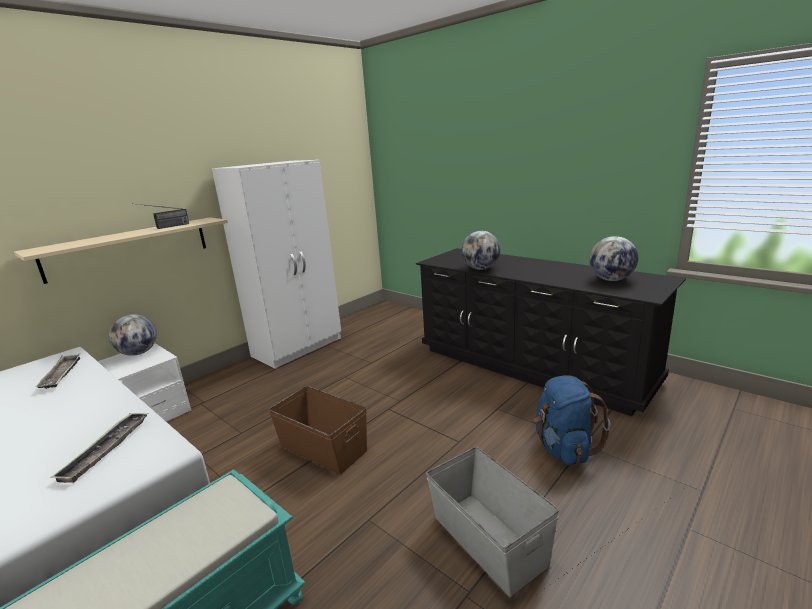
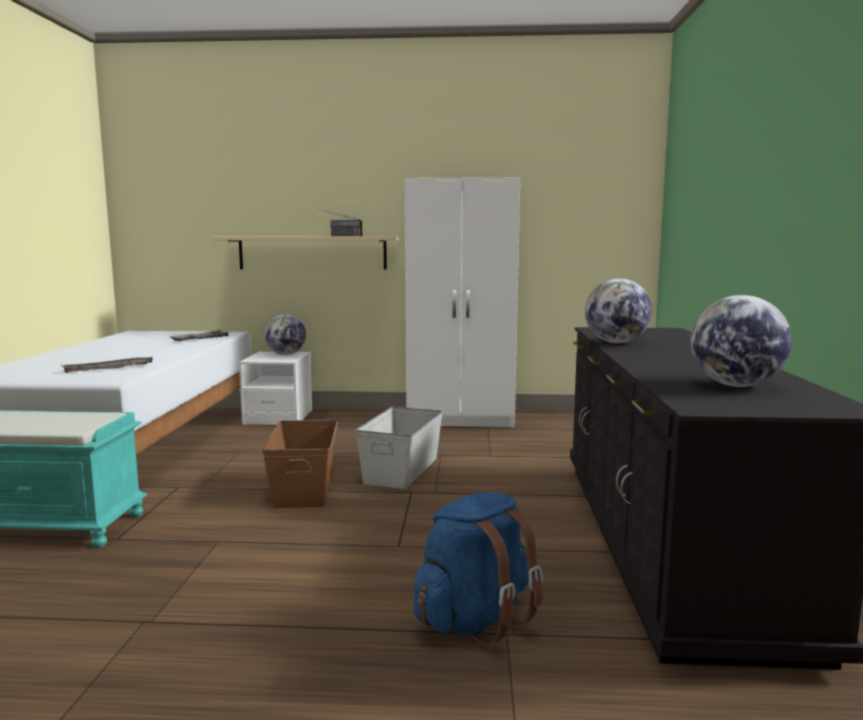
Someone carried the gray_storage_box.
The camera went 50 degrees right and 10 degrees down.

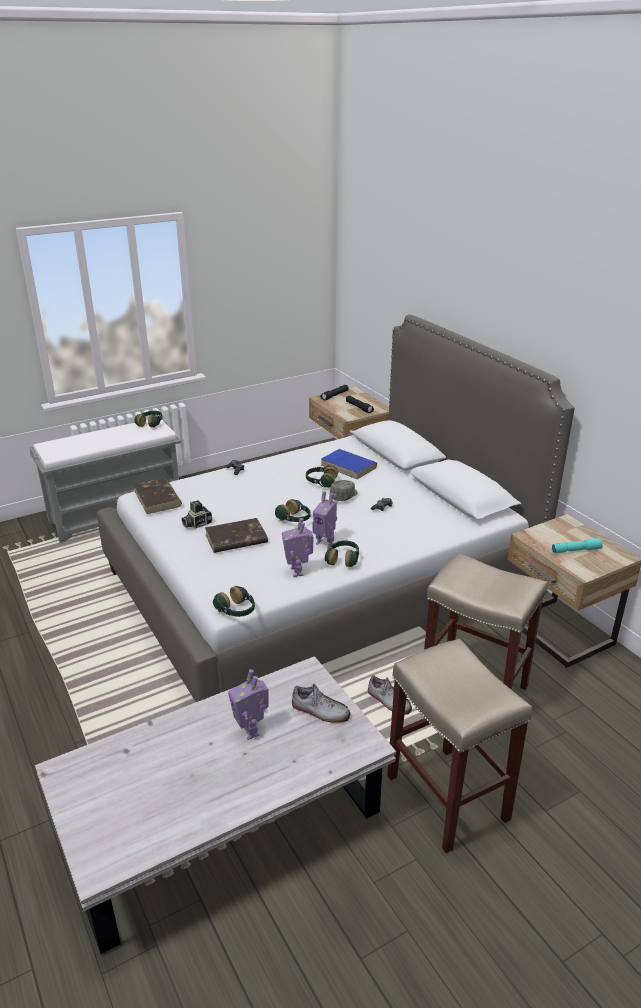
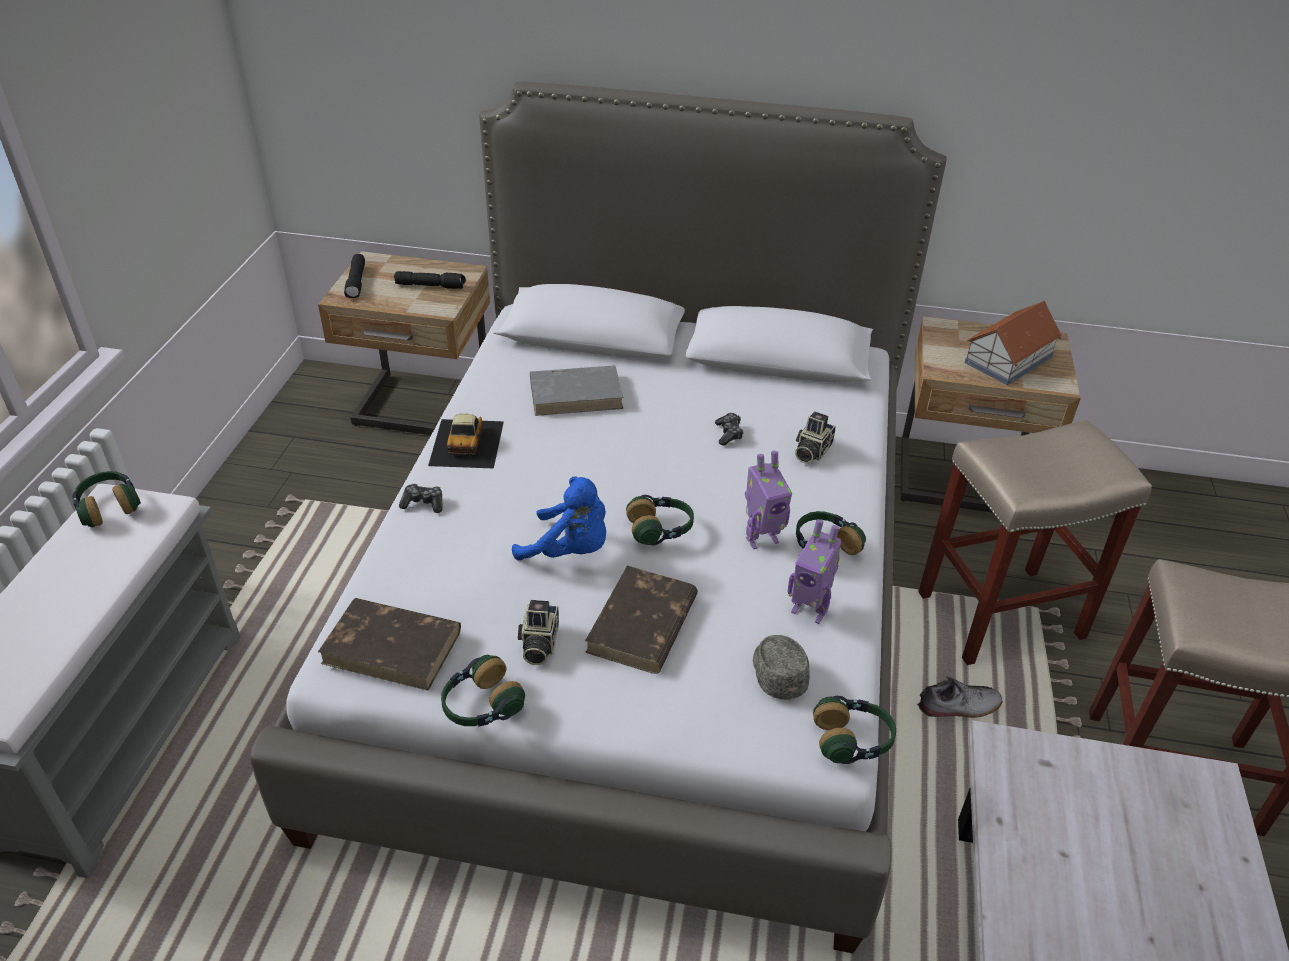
Someone repainted the blue-coloured_volume, which became the gray_volume.
Someone carried the headset (4th from left in the first image).
Someone carried the gray_peaked_cap.
Someone swapped the turquoise-coloured_flashlight for the toy_house.
Someone took away the robot_figure (1st from left).
Someone took away the shoe (1st from left).
Someone put down the photo_camera (2nd from left).
Someone put down the model_car.
Someone put down the blue-coloured_plush_toy.
The camera went 50 degrees left and 10 degrees up.

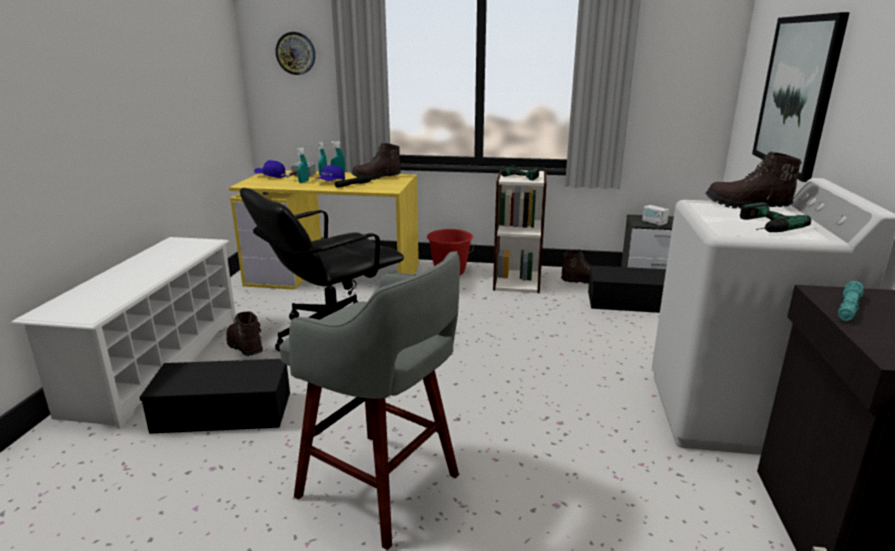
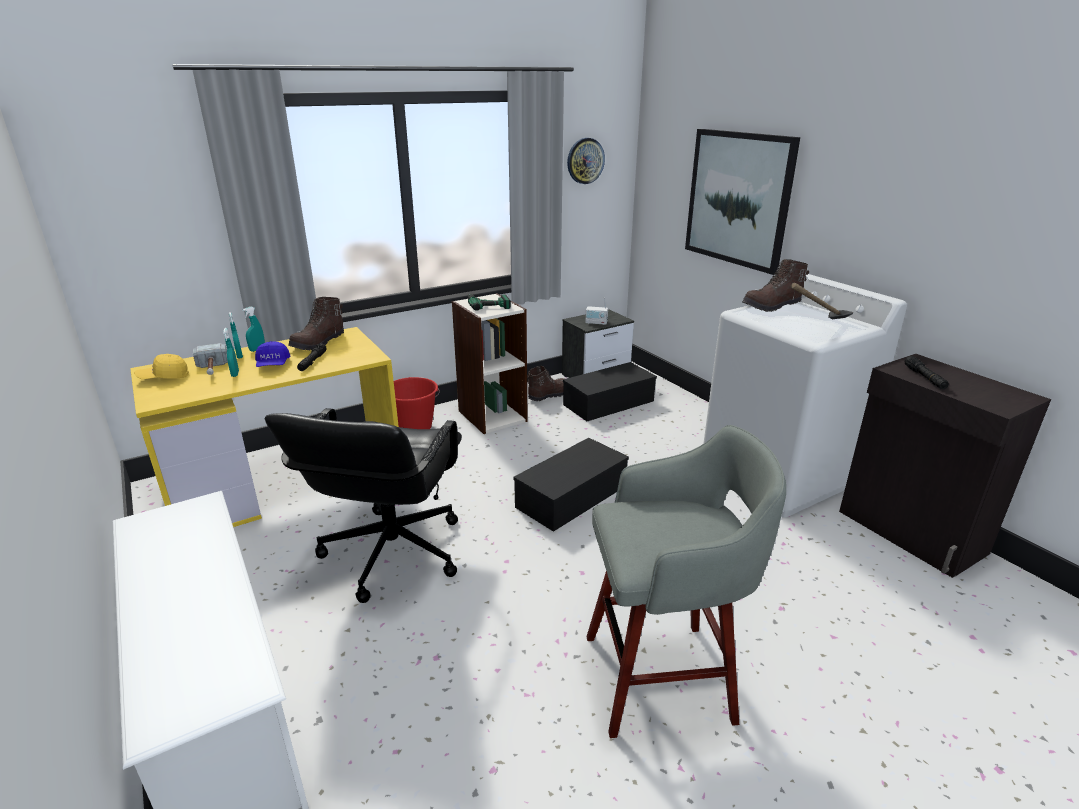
Someone carried the clock_on_the_wall.
Someone repainted the blue-coloured_peaked_cap (1st from left), which became the yellow_peaked_cap.
Someone swapped the power_drill (2nd from left) for the hand_hammer (2nd from left).
Someone repainted the turquoise-coloured_flashlight, which became the black-coloured_flashlight (2nd from left).
Someone took away the brown_high-top_boot (1st from left).
Someone carried the black-coloured_storage_box (1st from left).
The camera went 40 degrees left and 5 degrees up.

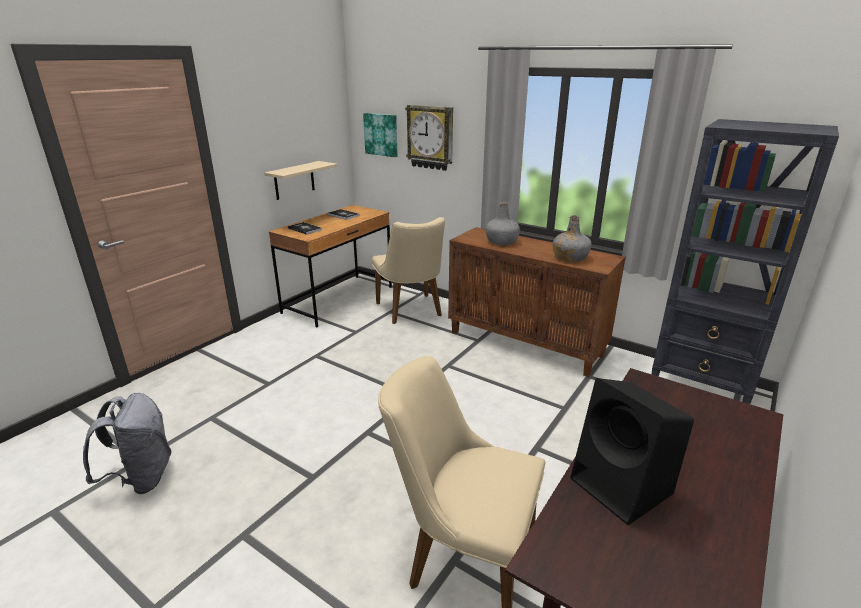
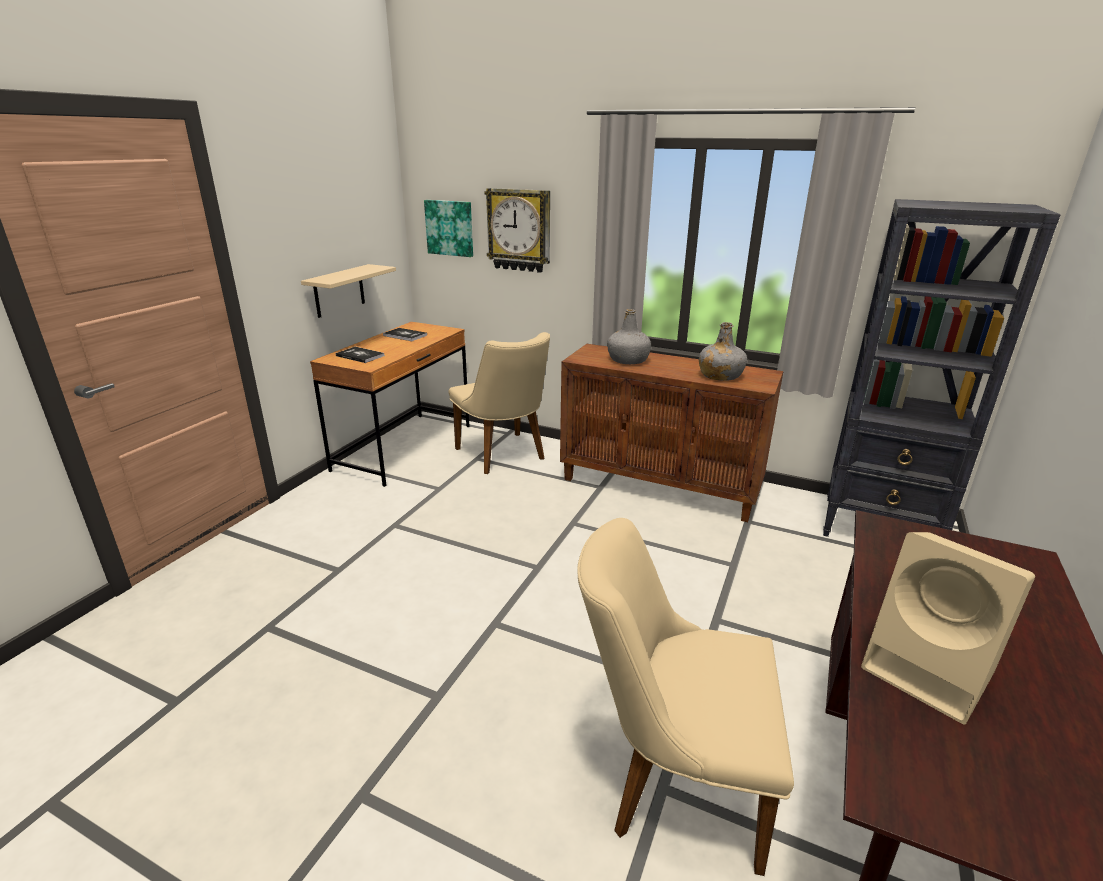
Someone repainted the black-coloured_loudspeaker, which became the beige_loudspeaker.
Someone took away the gray_backpack.
The camera went 10 degrees left and 0 degrees up.

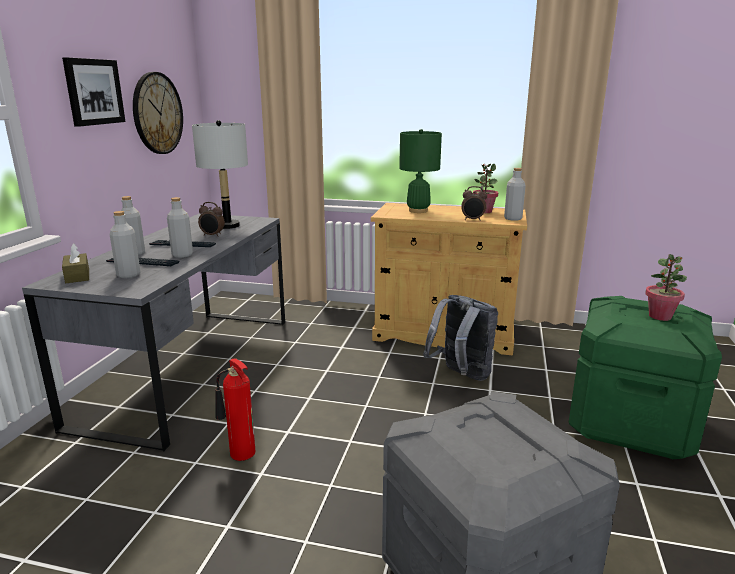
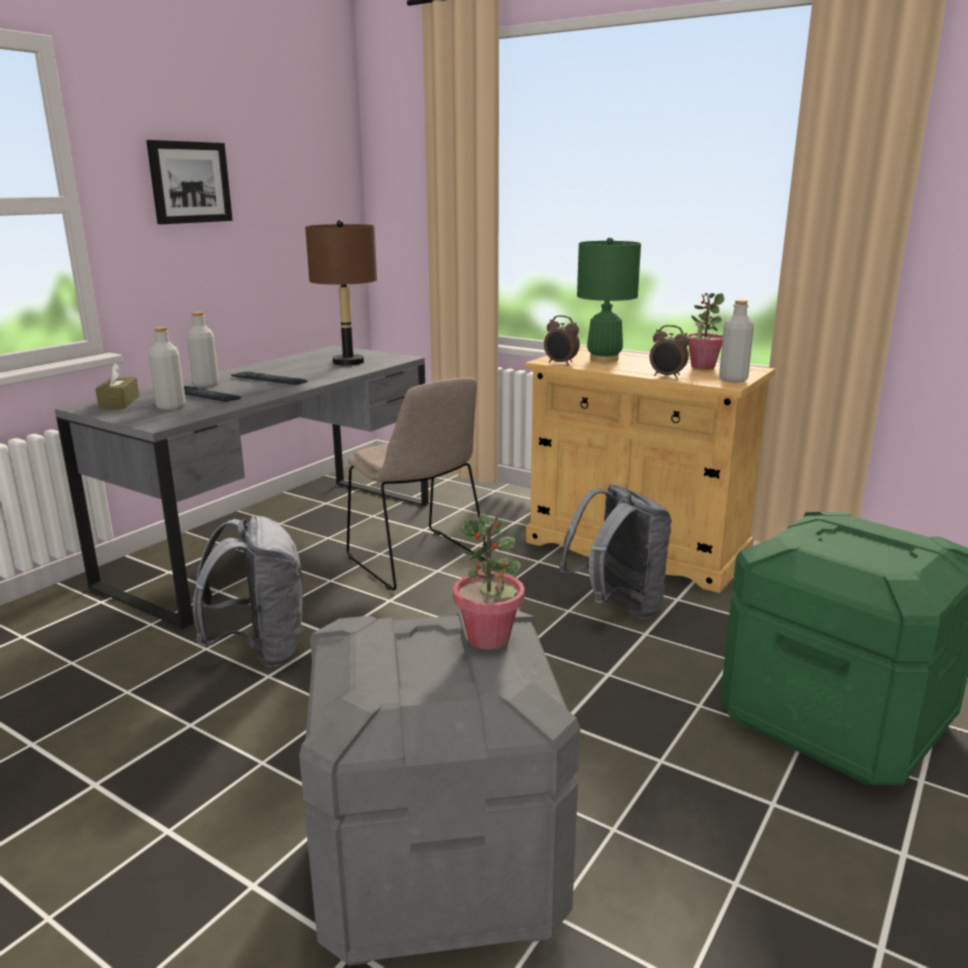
Someone took away the clock_on_the_wall.
Someone repainted the gray_table_lamp, which became the brown_table_lamp.
Someone took away the gray_beverage_bottle (3rd from left).
Someone carried the table_clock (1st from left).
Someone carried the plant_in_a_pot (2nd from left in the first image).
Someone swapped the fire_extinguisher for the gray_backpack (1st from left).
Someone put down the beige_chair.
The camera went 20 degrees right and 0 degrees up.

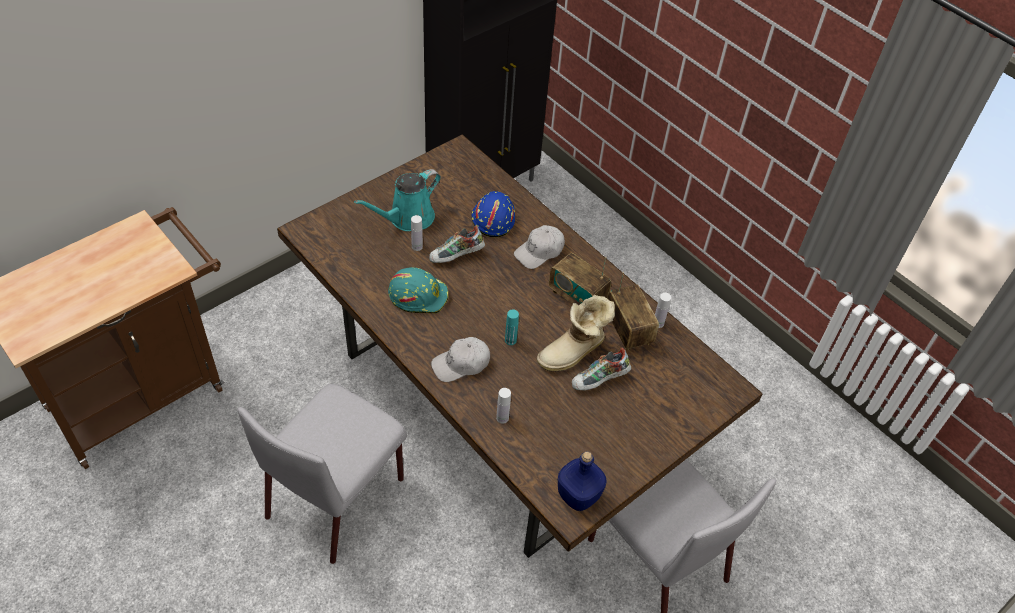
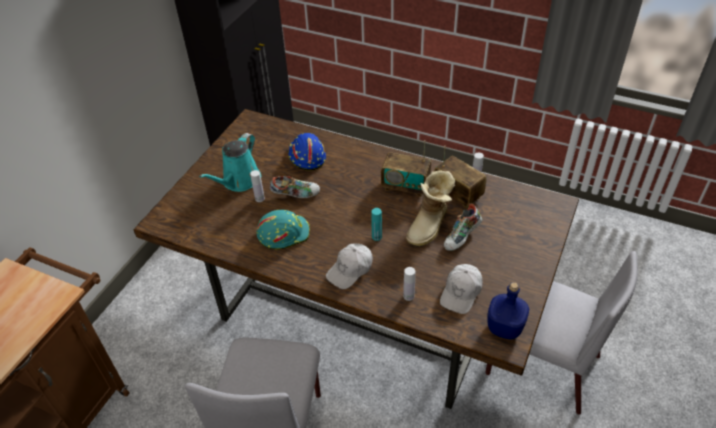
Someone carried the white-coloured_peaked_cap (2nd from left).
Someone rotated the shoe (1st from left) by 135 degrees counterclockwise.
The camera went 20 degrees left and 5 degrees down.

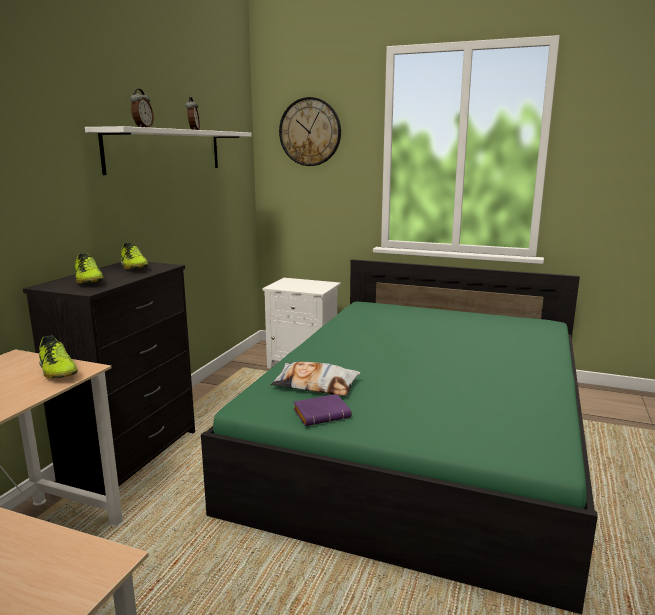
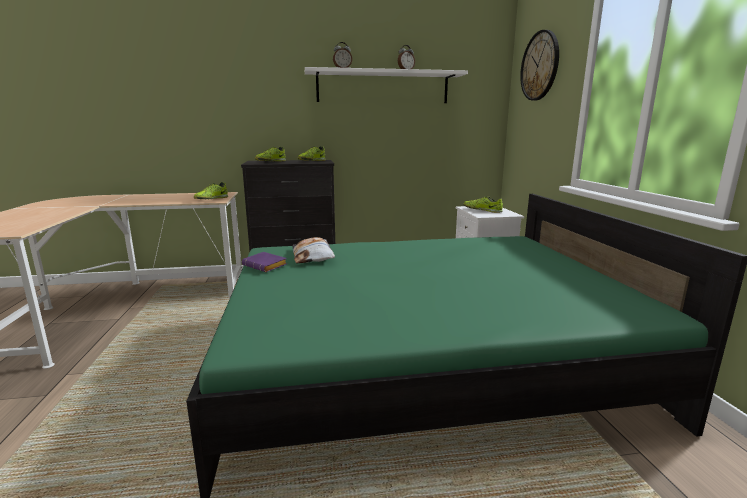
Someone put down the shoe (4th from left).
The camera went 60 degrees right and 0 degrees up.

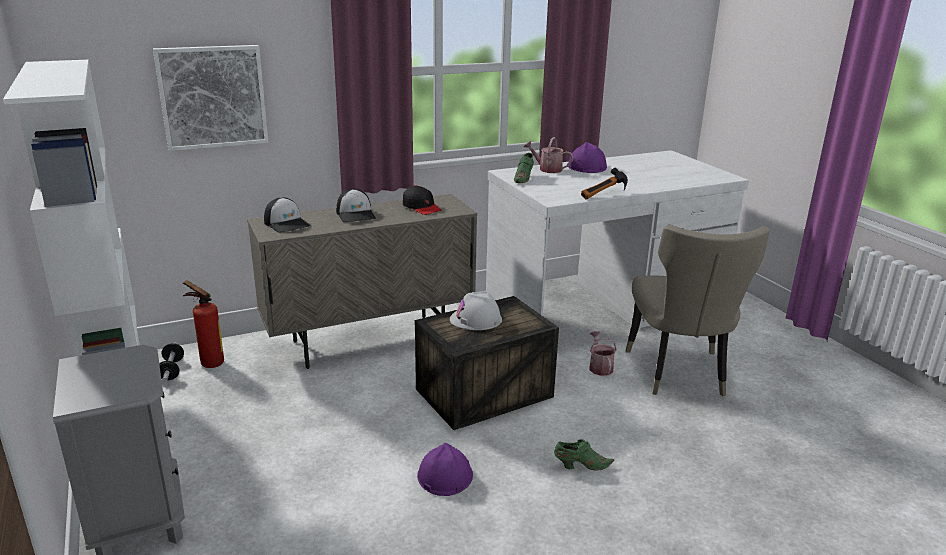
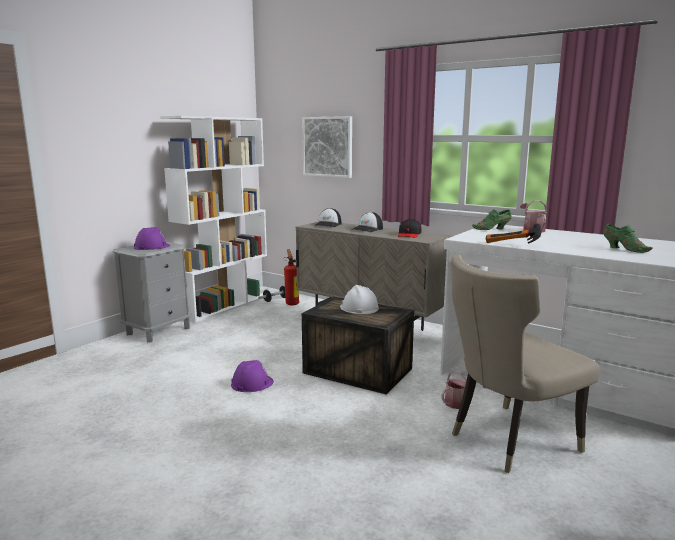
Someone carried the purplish_hard_hat (2nd from left in the first image).
Someone carried the green_shoe (2nd from left).
The camera went 60 degrees right and 10 degrees down.

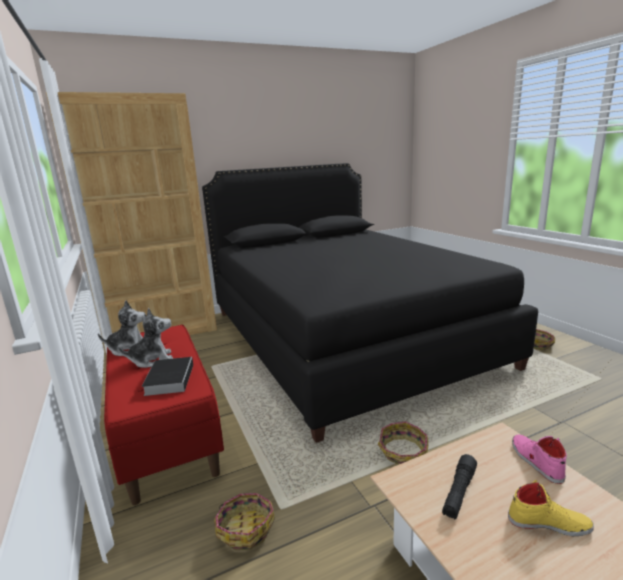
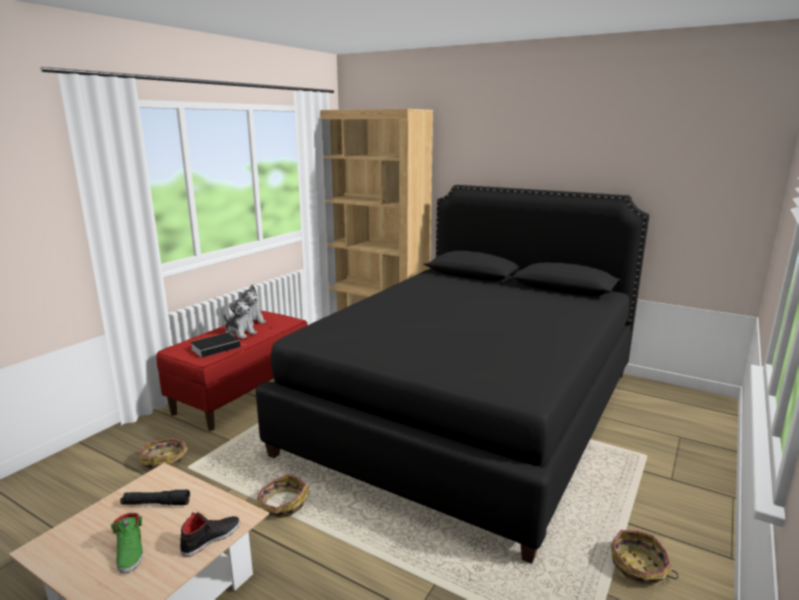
Someone repainted the pink_shoe, which became the black-coloured_shoe.
Someone repainted the yellow_shoe, which became the green_shoe.
The camera went 55 degrees right and 0 degrees up.

